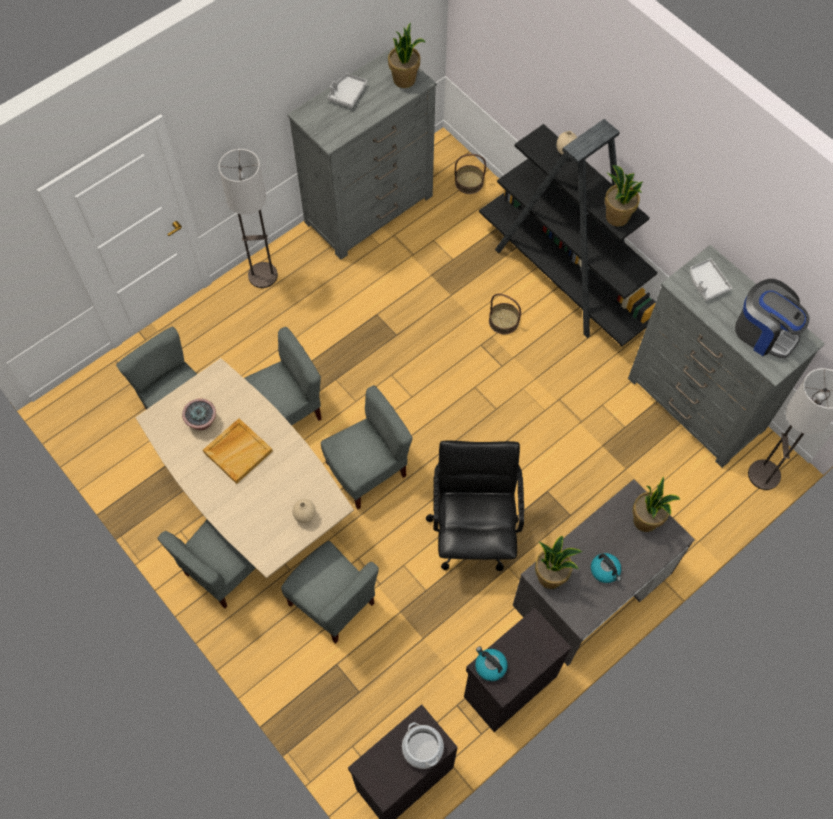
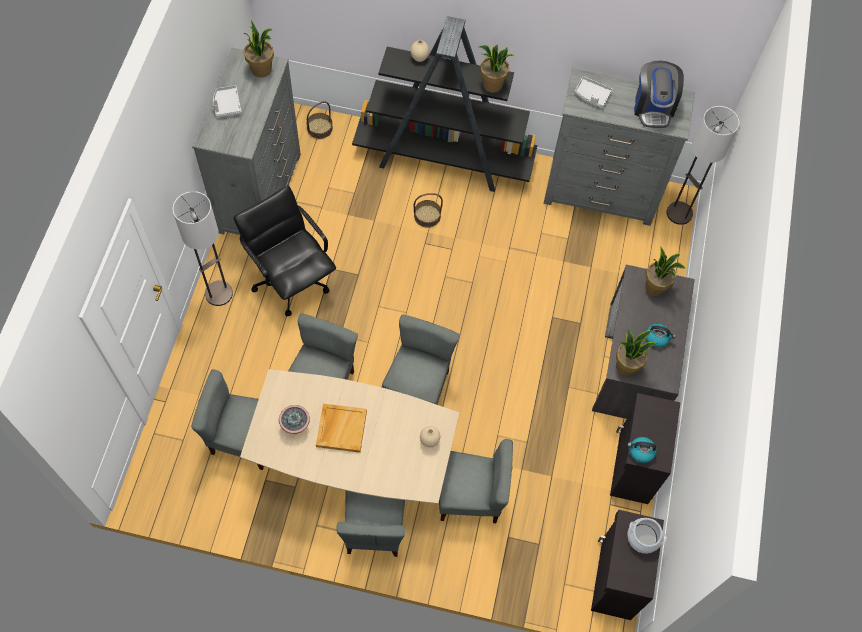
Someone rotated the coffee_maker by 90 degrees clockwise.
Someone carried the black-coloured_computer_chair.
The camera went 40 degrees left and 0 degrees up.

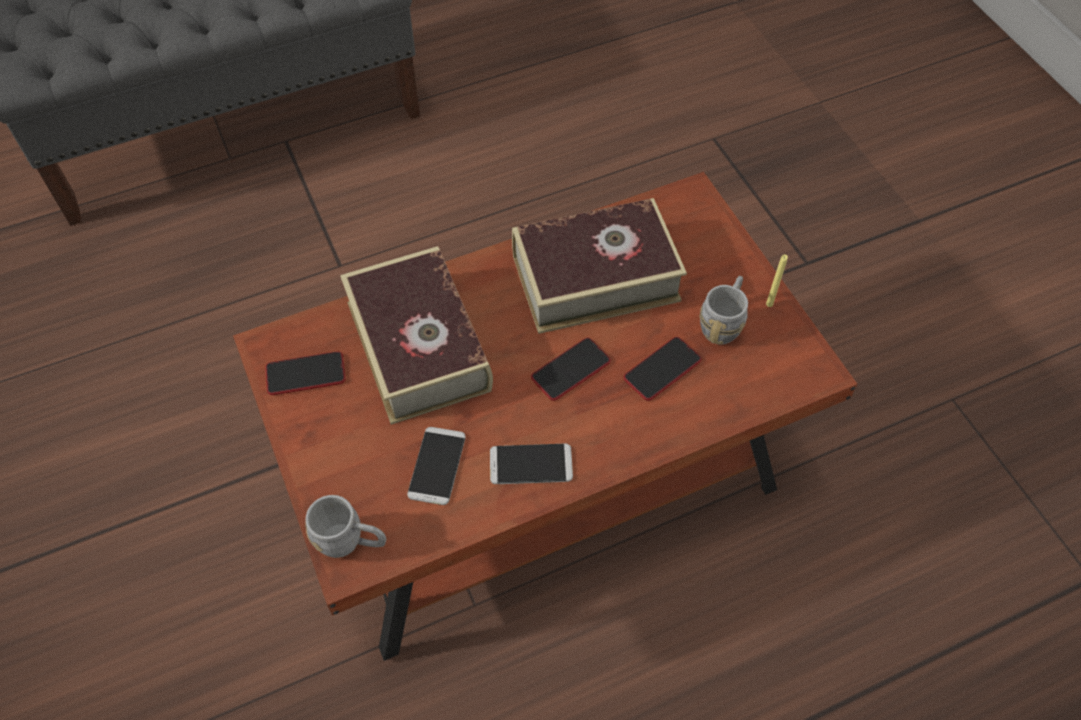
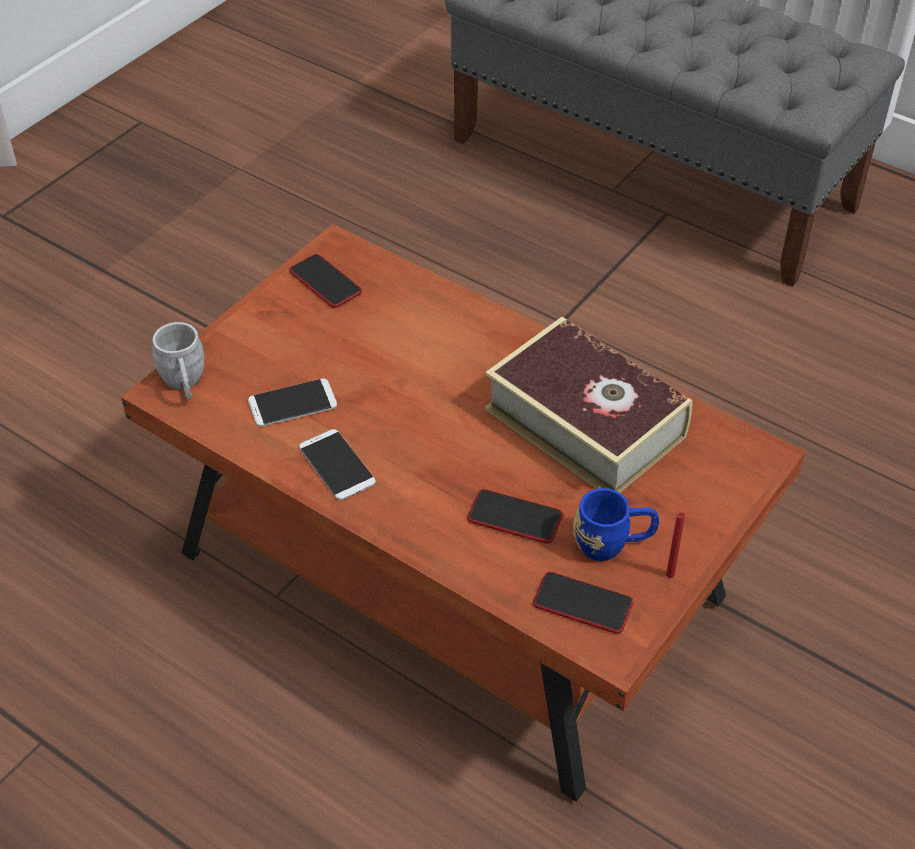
Someone took away the volume (1st from left).
Someone repainted the yellow_candle, which became the reddish_candle.
Someone repainted the gray_mug (2nd from left), which became the blue-coloured_mug.
Someone carried the handset (4th from left in the first image).
The camera went 60 degrees right and 10 degrees down.

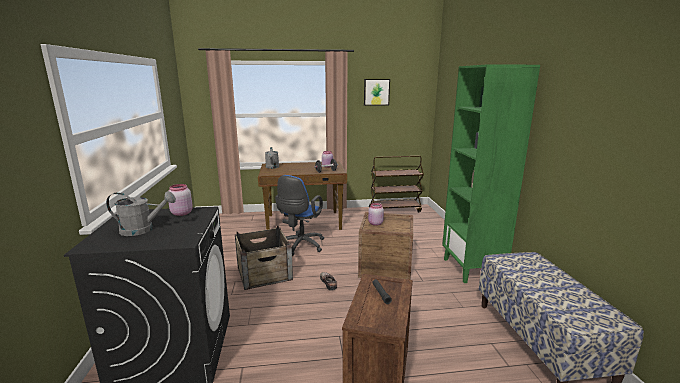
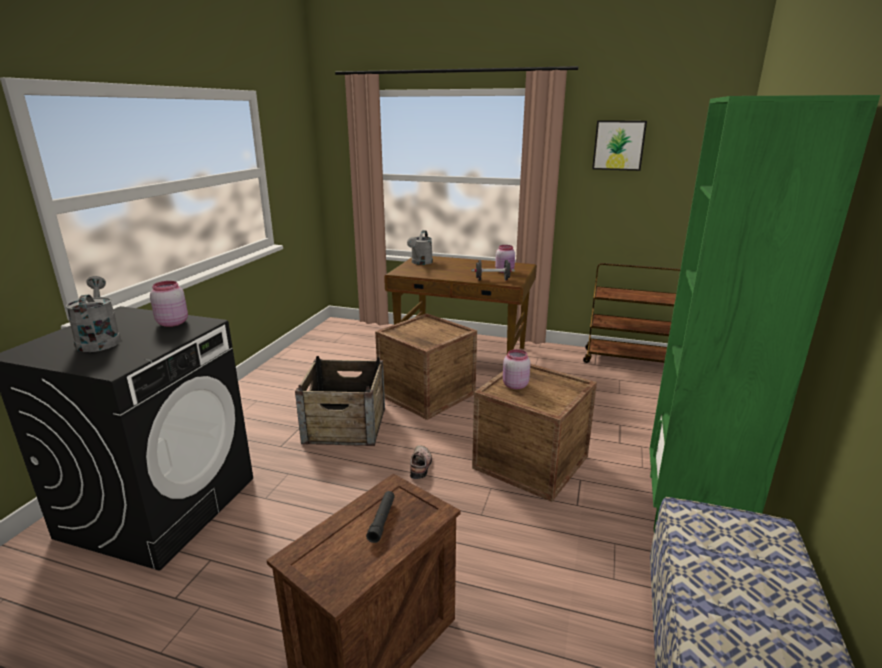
Someone swapped the blue-coloured_computer_chair for the shipping_crate (3rd from left).
Someone rotated the gray_sprinkling_can (1st from left) by 135 degrees counterclockwise.
The camera went 25 degrees right and 5 degrees up.

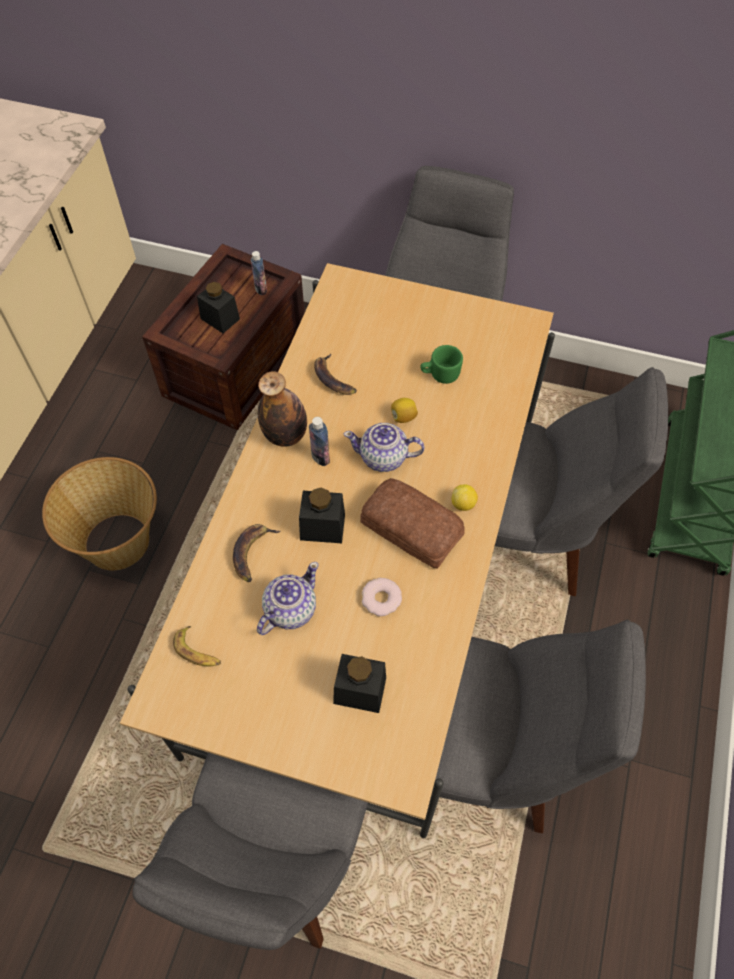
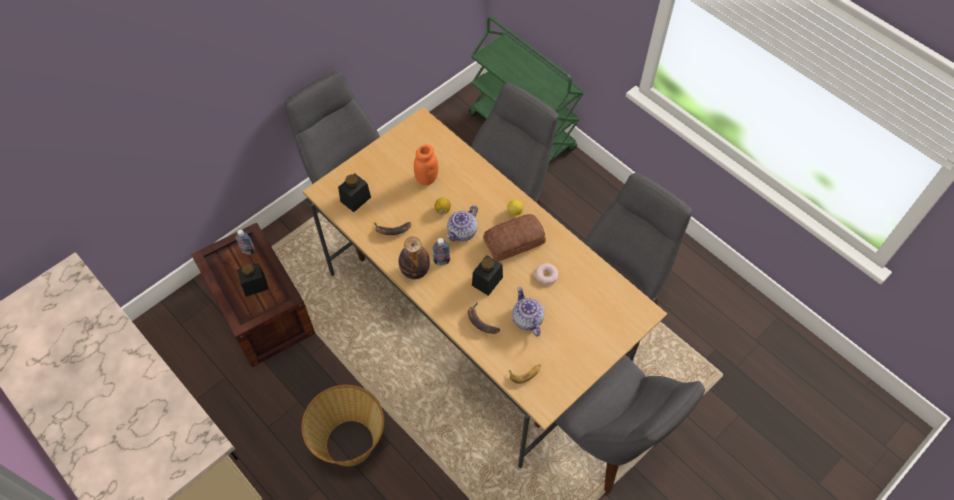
Someone swapped the green_mug for the orange-coloured_preserve_jar.
Someone carried the black-coloured_preserve_jar (3rd from left in the first image).
The camera went 60 degrees left and 0 degrees up.

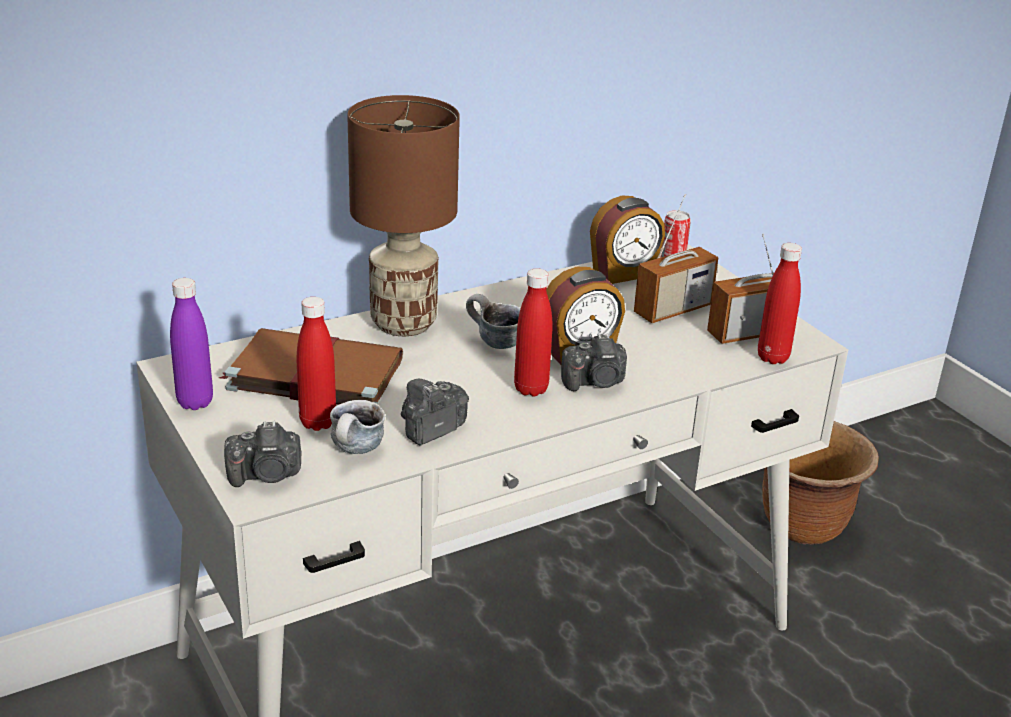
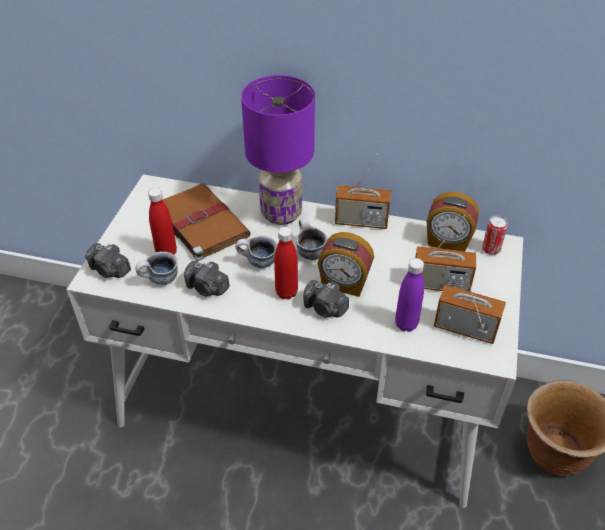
Someone repainted the brown_table_lamp, which became the purplish_table_lamp.
Someone took away the reddish_beverage_bottle (3rd from left).
Someone carried the purplish_beverage_bottle.
Someone rotated the photo_camera (2nd from left) by 150 degrees counterclockwise.
Someone put down the radio (1st from left).
Someone put down the mug (2nd from left).
The camera went 45 degrees right and 15 degrees up.

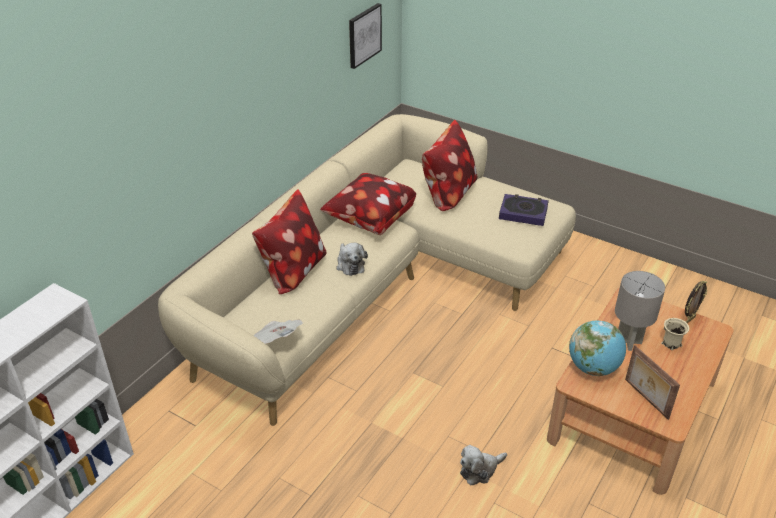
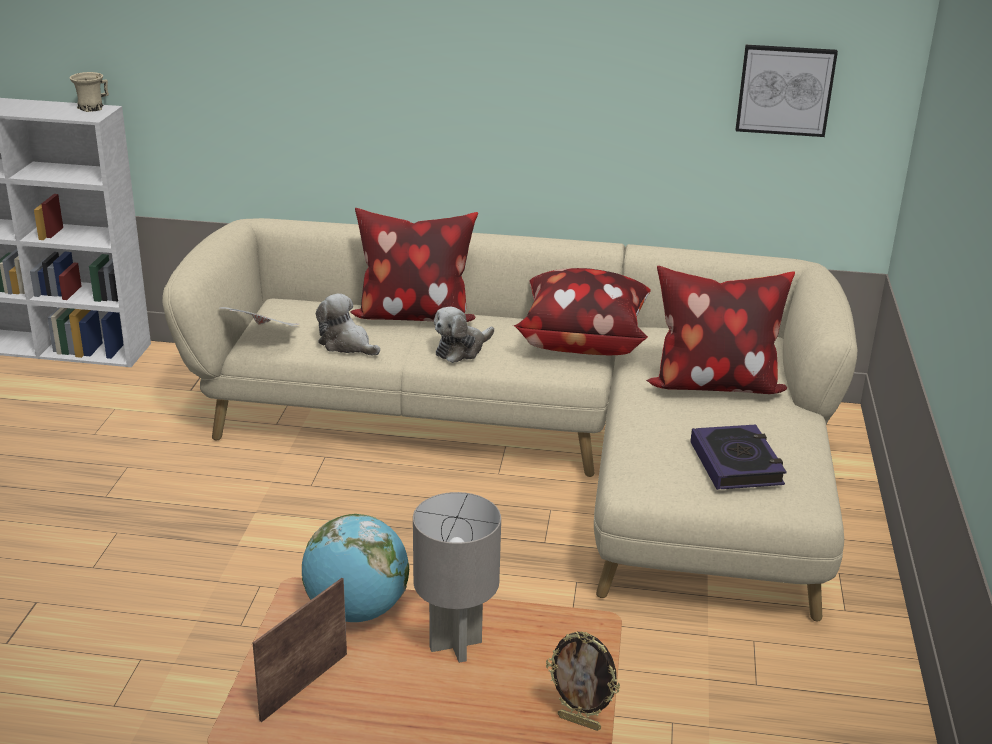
Someone carried the beige_mug.
Someone carried the plush_toy (2nd from left in the first image).
The camera went 65 degrees right and 10 degrees down.

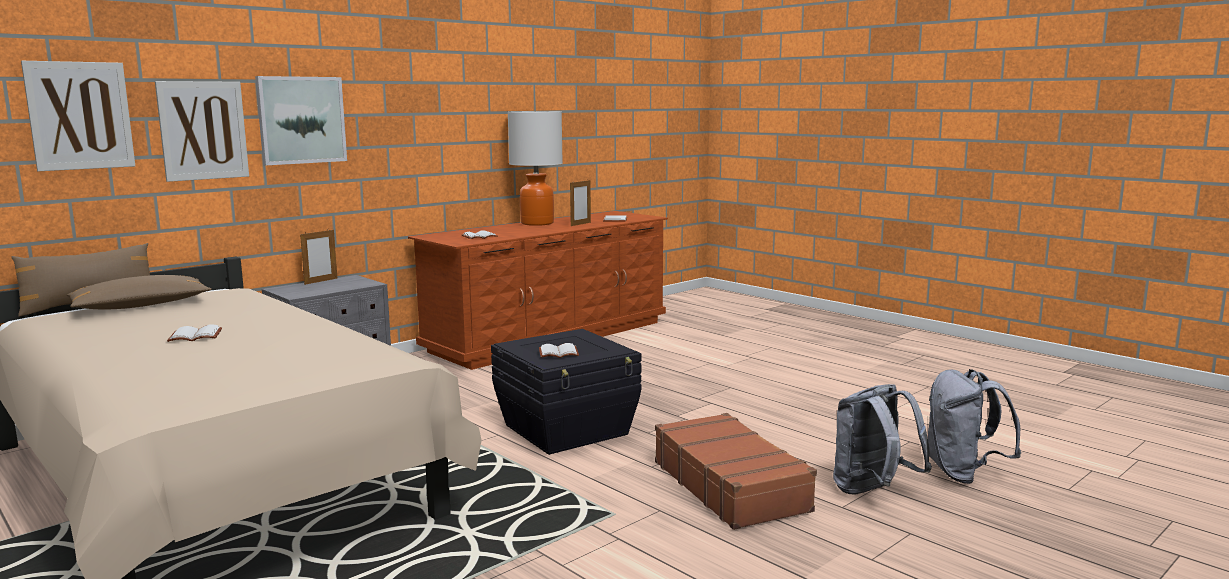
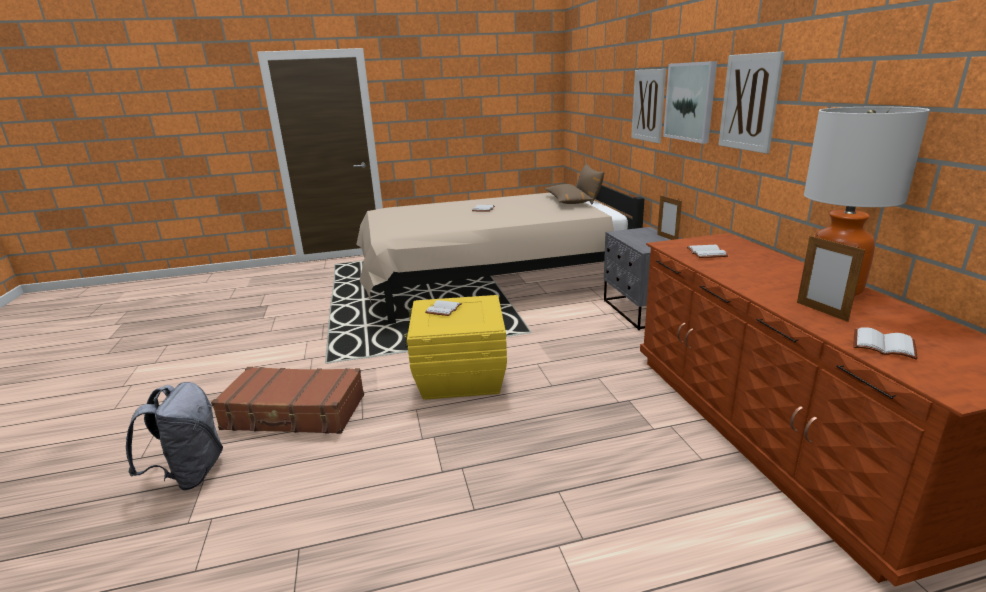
Someone carried the picture (1st from left in the first image).
Someone repainted the black-coloured_storage_box, which became the yellow_storage_box.
Someone took away the gray_backpack (2nd from left).
The camera went 120 degrees right and 10 degrees up.

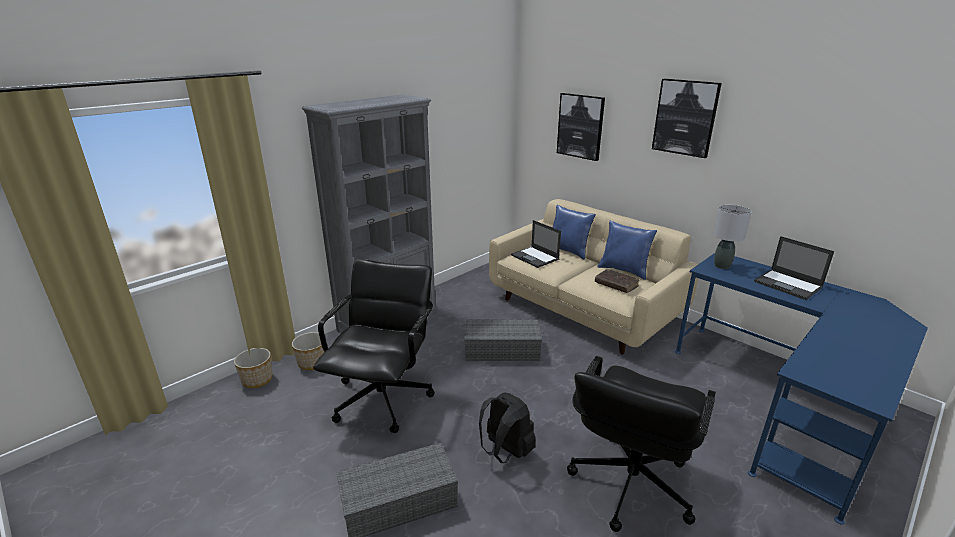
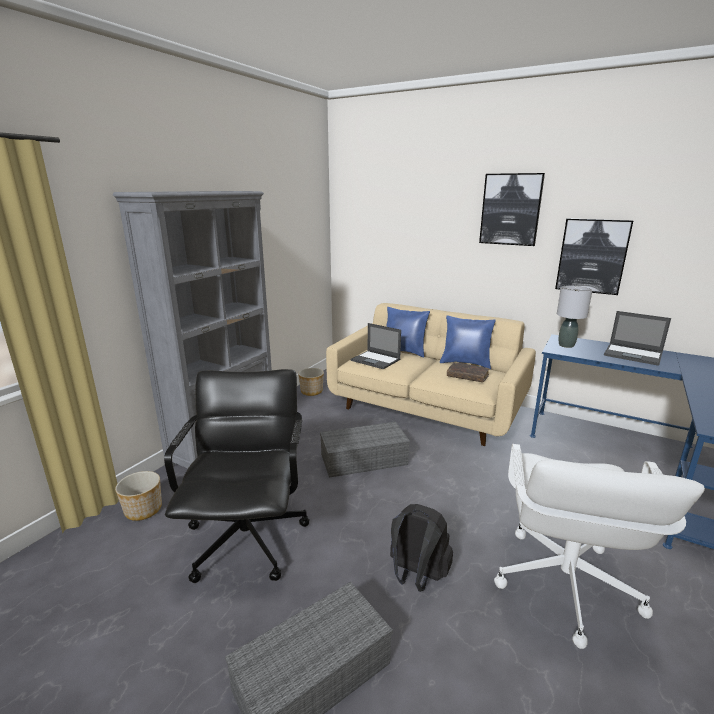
Someone carried the picture (1st from left in the first image).
Someone carried the plant_pot (1st from left in the first image).
Someone repainted the black-coloured_computer_chair (2nd from left), which became the white-coloured_computer_chair.
The camera went 15 degrees left and 5 degrees down.

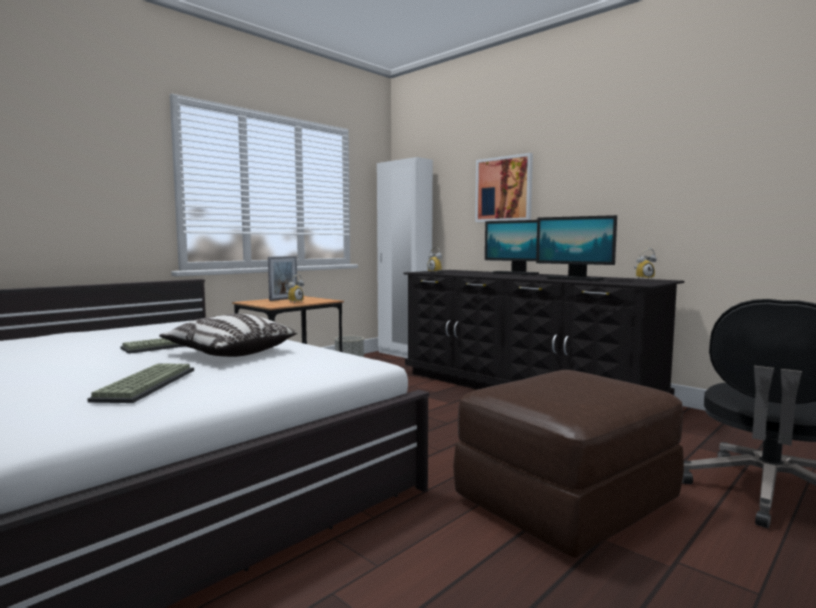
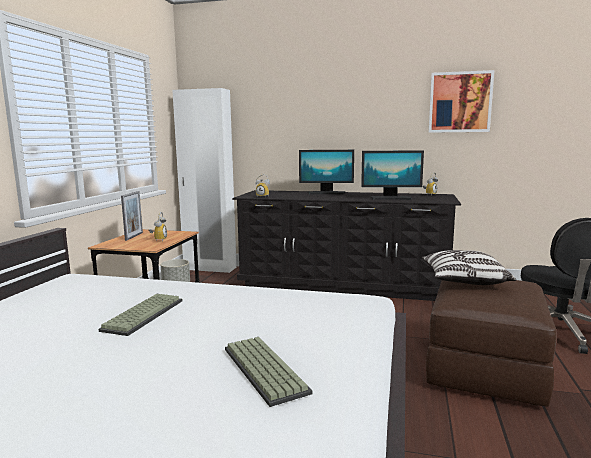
Someone carried the picture.
Someone carried the cushion.
The camera went 30 degrees left and 5 degrees up.

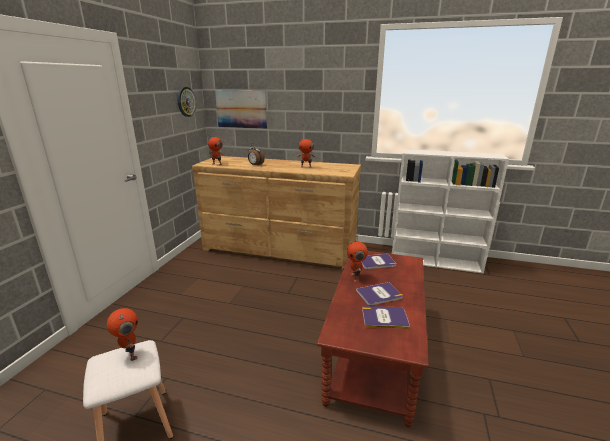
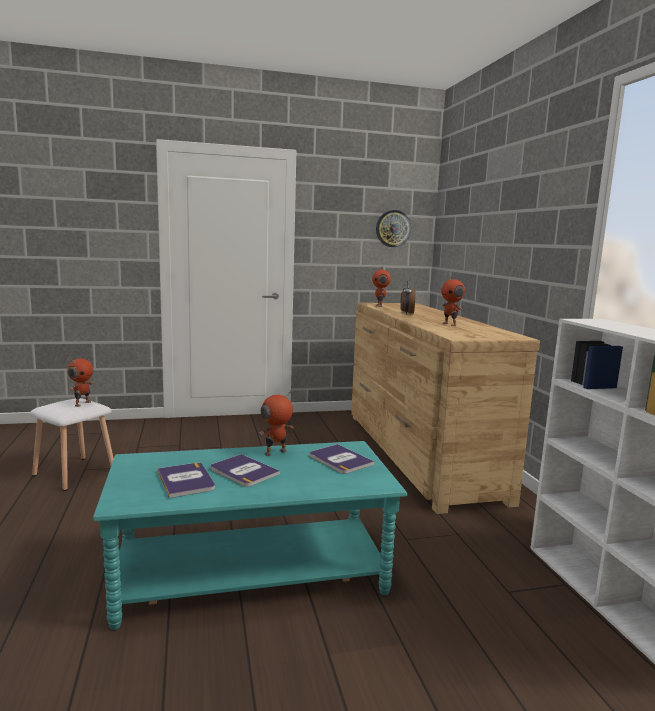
Someone took away the picture.
Someone repainted the brown_lounge_table, which became the turquoise-coloured_lounge_table.
The camera went 60 degrees right and 10 degrees down.

